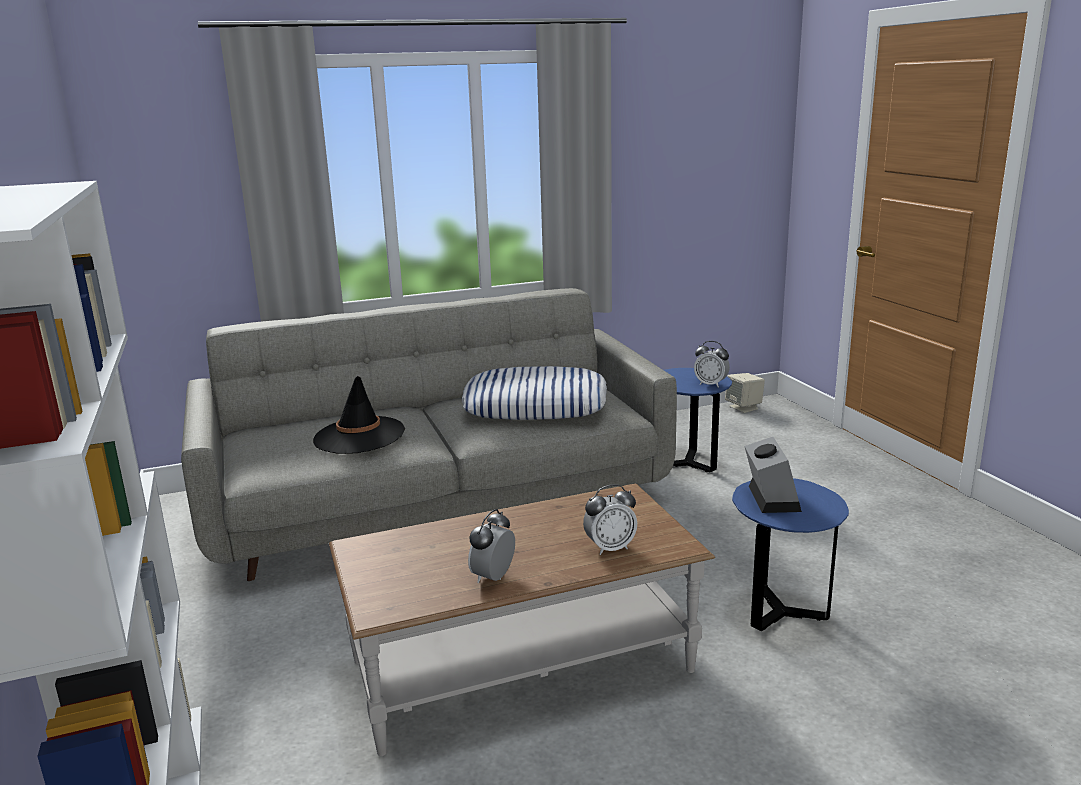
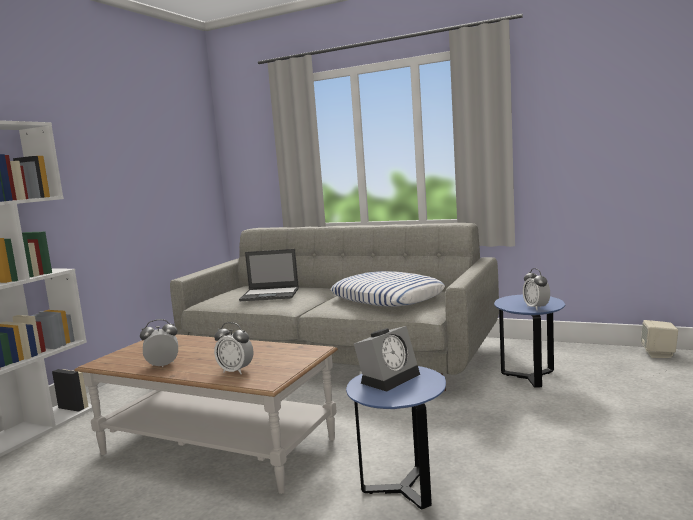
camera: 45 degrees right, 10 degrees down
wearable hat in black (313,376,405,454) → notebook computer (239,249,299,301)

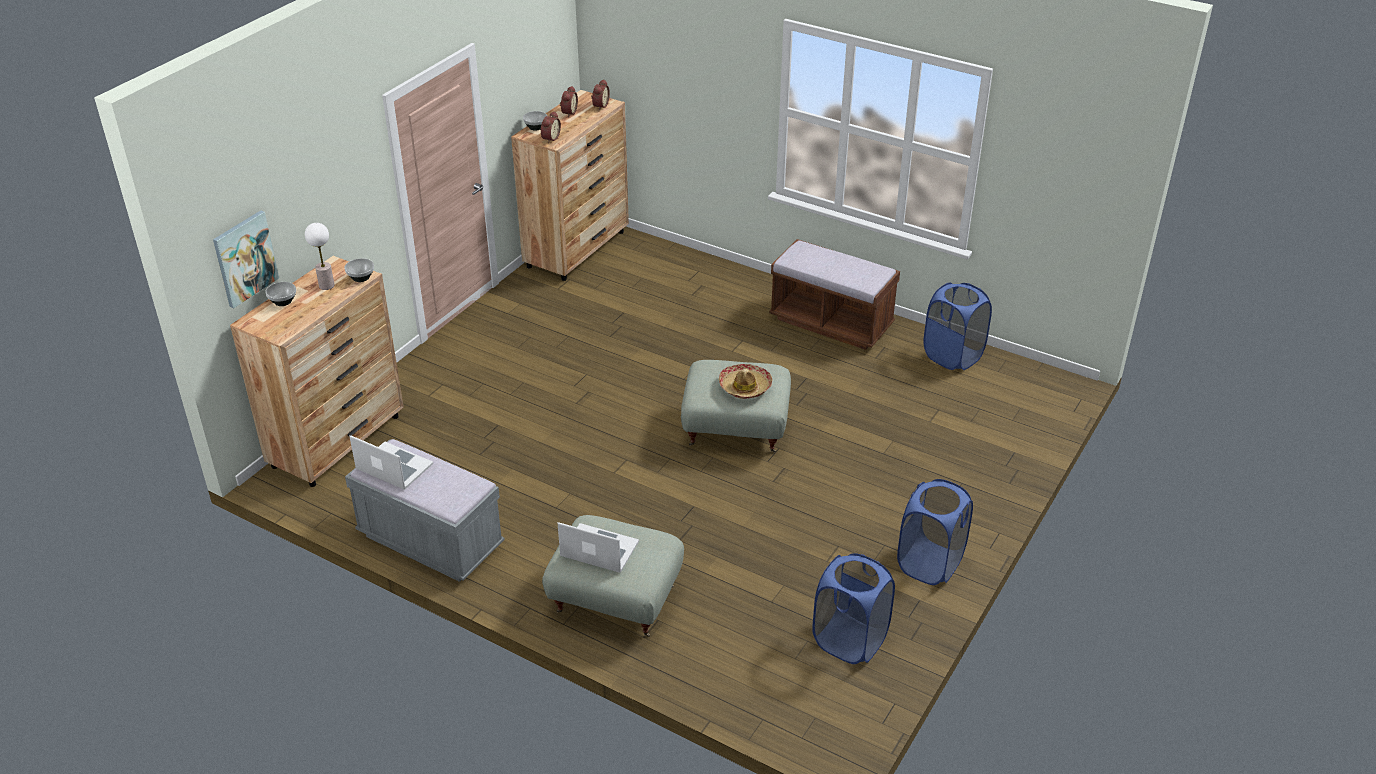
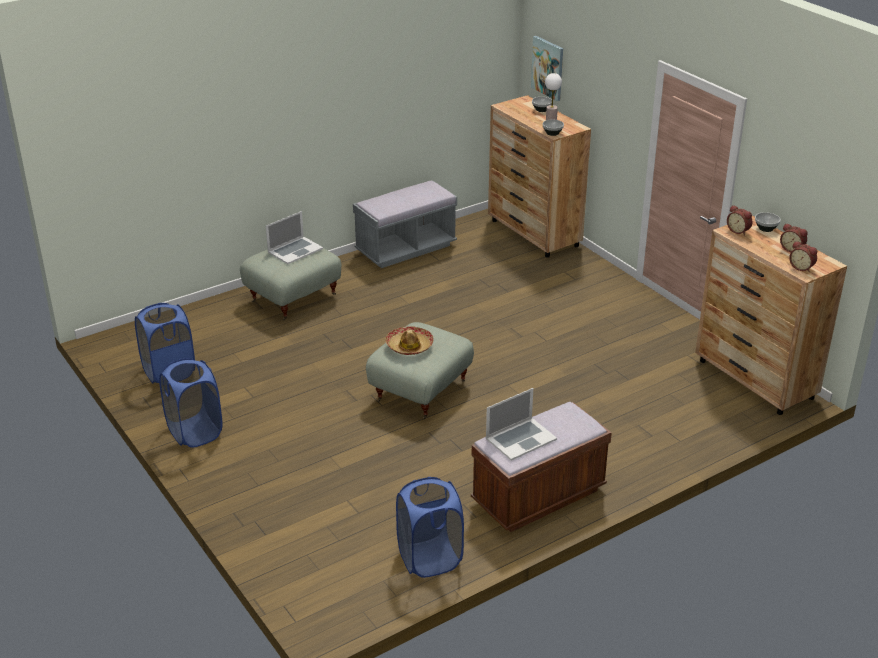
camera: 115 degrees right, 5 degrees down
notebook computer (349,435,433,490) → notebook computer (486,388,557,461), shifted

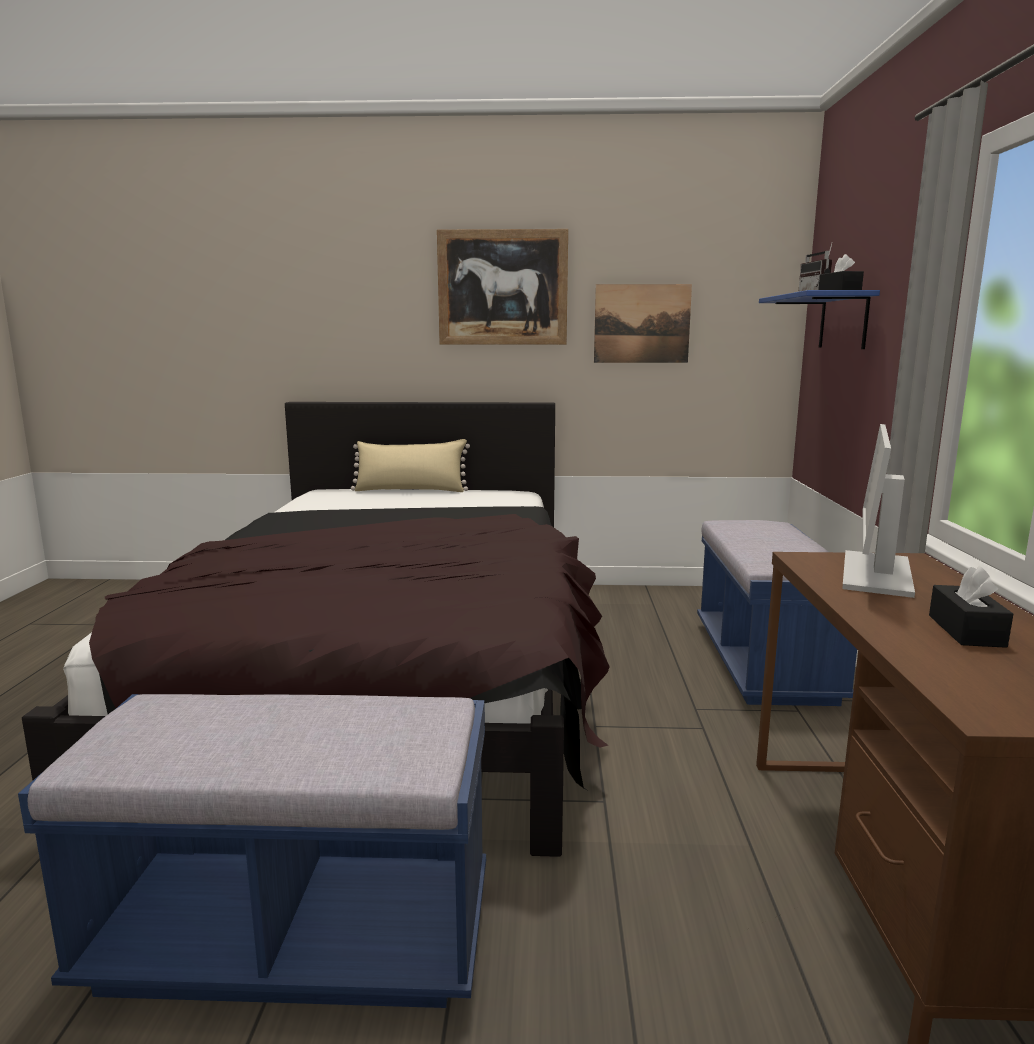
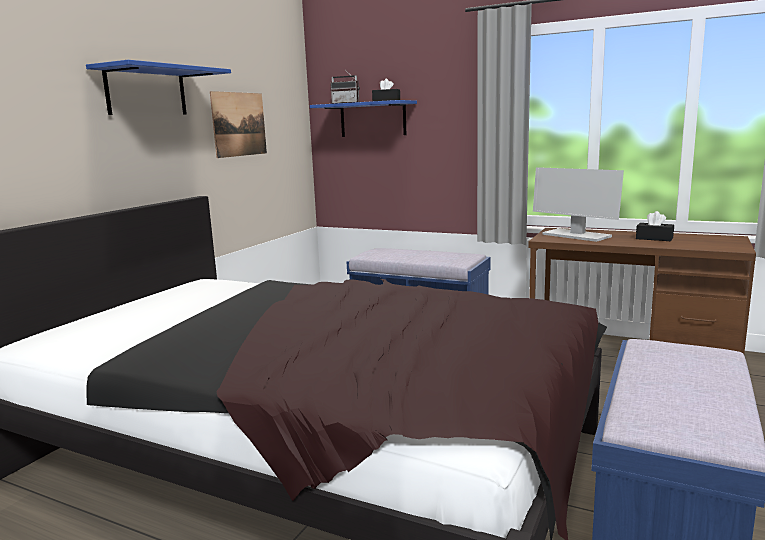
camera: 65 degrees left, 0 degrees up
wall picture (437,229,568,345) → wall shelf in blue (86,60,231,115)
pillow in beige (351,439,470,492) → -

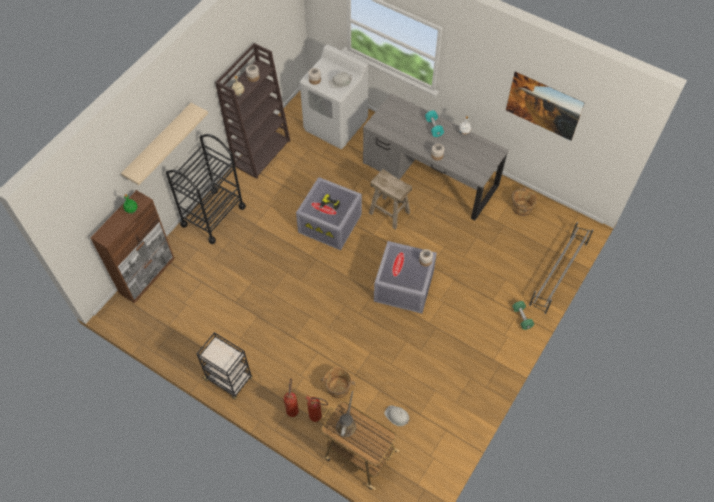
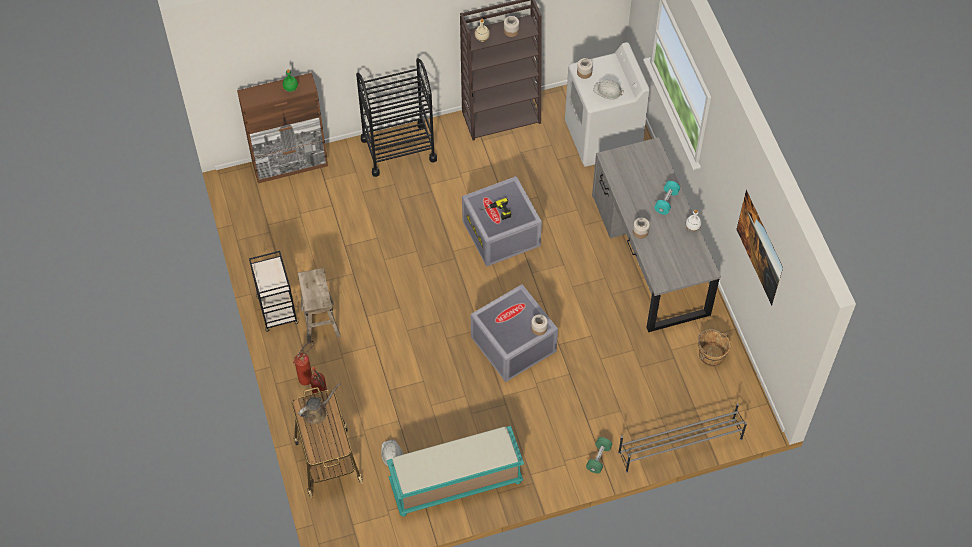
camera: 40 degrees right, 0 degrees up
stool in beige (369,169,412,230) → stool in beige (298,268,341,344), shifted
- → bench in blue-green (387,426,524,517)
wall shelf in beige (121,103,208,185) → -
pail in brown (320,368,356,398) → -

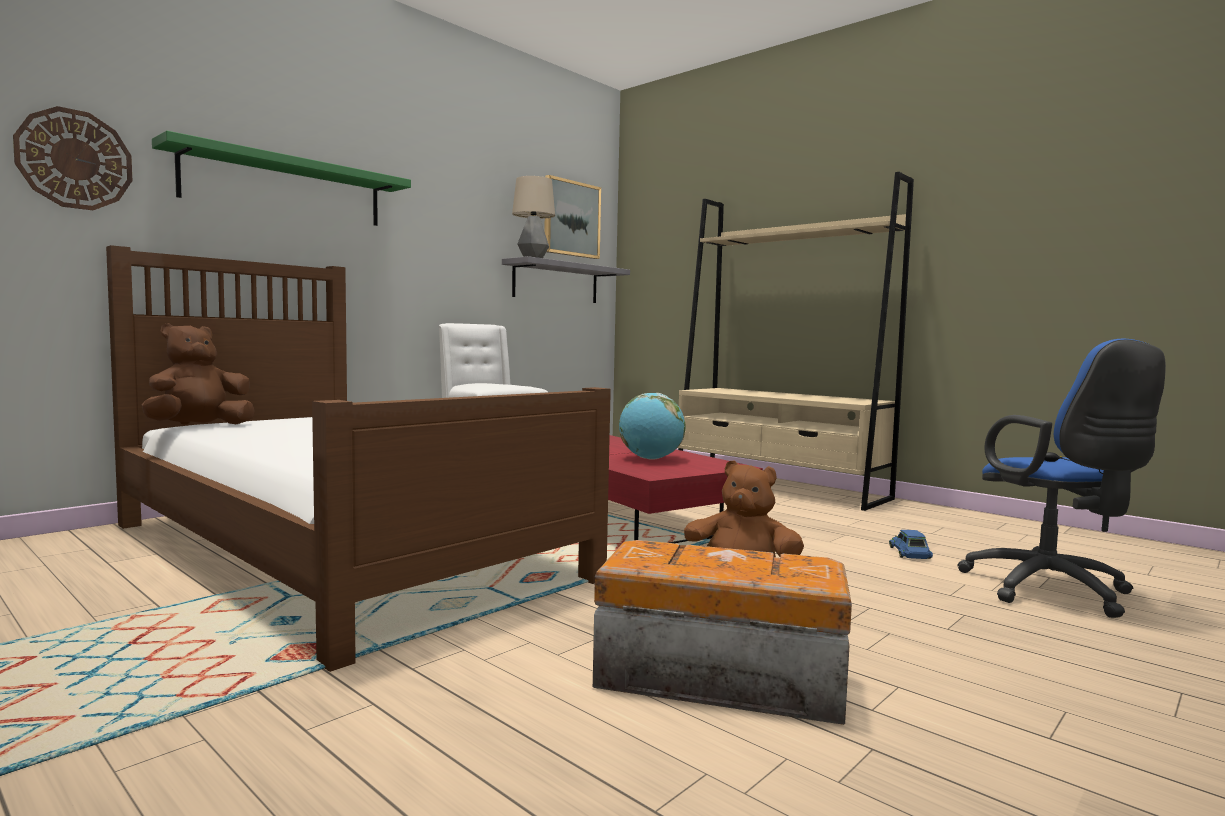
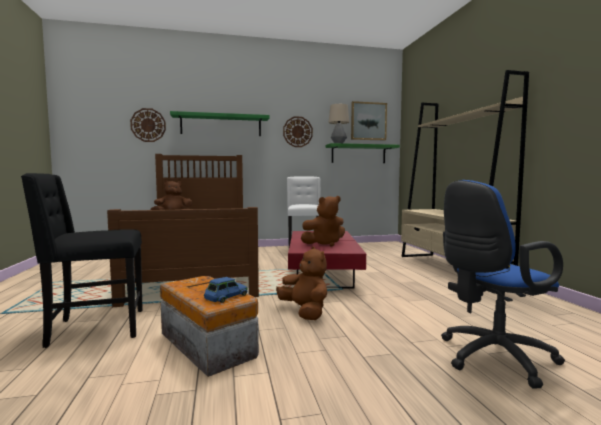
camera: 35 degrees right, 0 degrees up
- → chair in black (21,173,143,348)
model car in blue (889,530,933,559) → model car in blue (204,277,247,303), shifted
- → hanging clock (283,116,313,147)
desk globe (619,393,685,460) → cuddly toy in brown (301,196,345,246)
wall shelf in greyish (502,256,630,303) → wall shelf in green (326,143,400,163)
computer chair in blue (957,339,1166,618) → computer chair in blue (441,180,565,389), 45 degrees clockwise

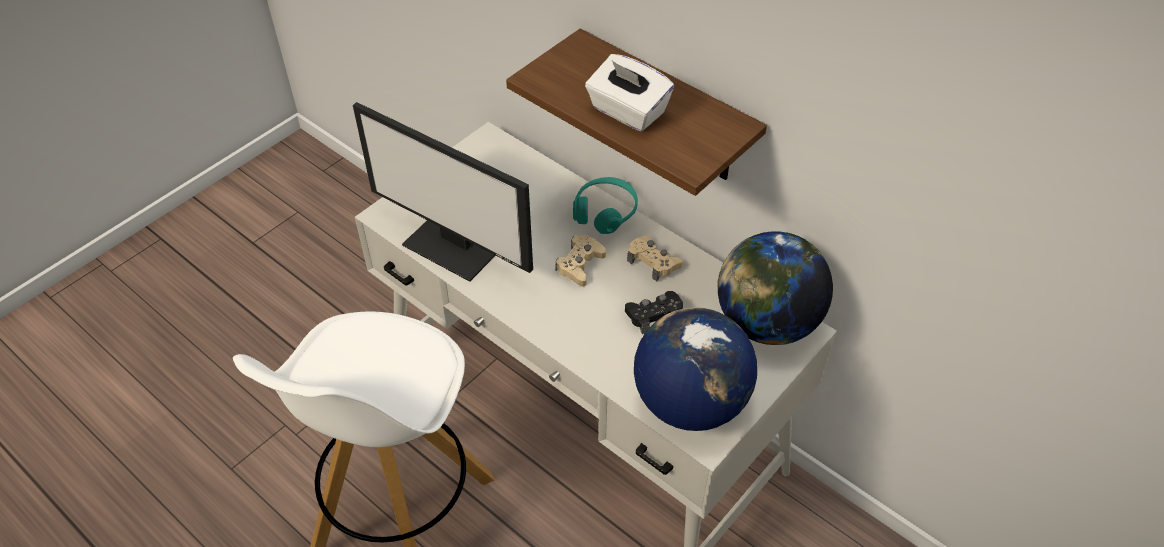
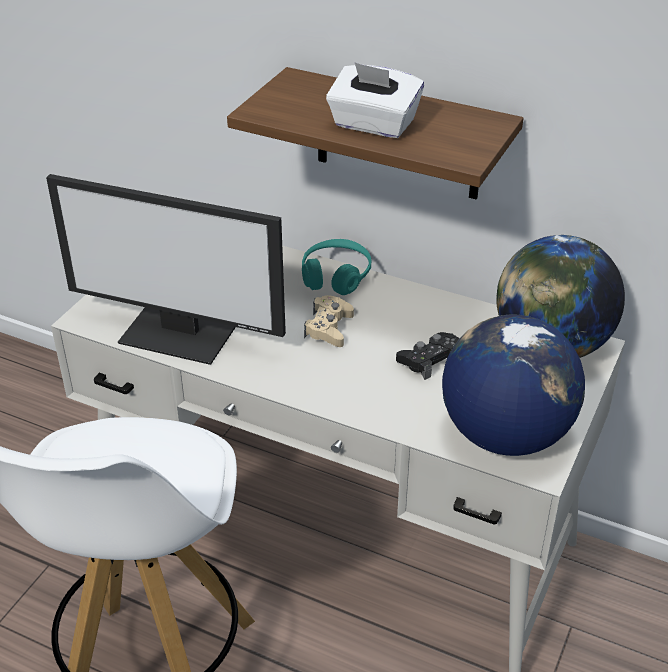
camera: 15 degrees left, 10 degrees down
gamepad in beige (627,236,683,281) → -

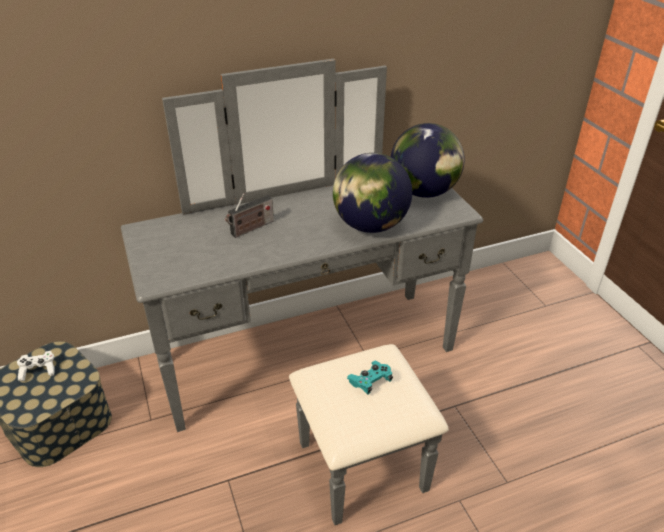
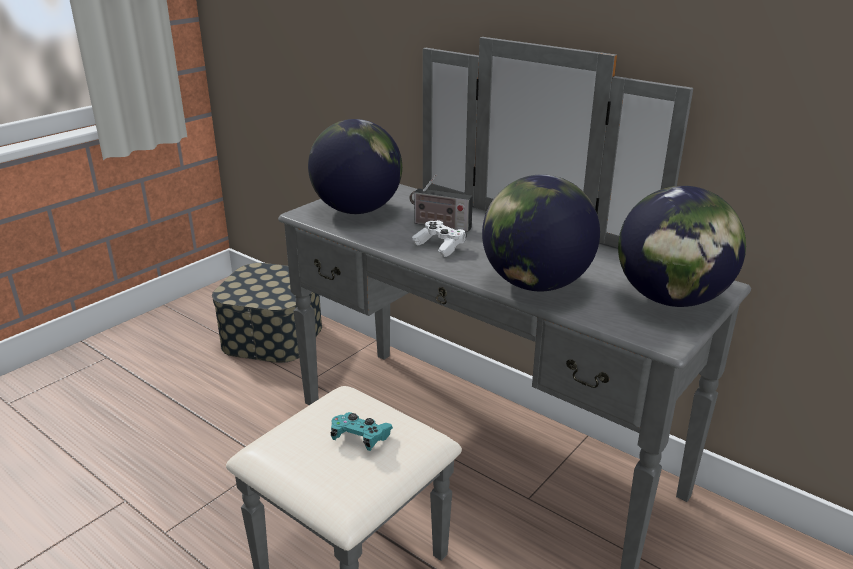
camera: 60 degrees right, 10 degrees down
- → desk globe (308,119,402,214)
gamepad in whitish (17,351,55,381) → gamepad in whitish (412,220,466,257), shifted

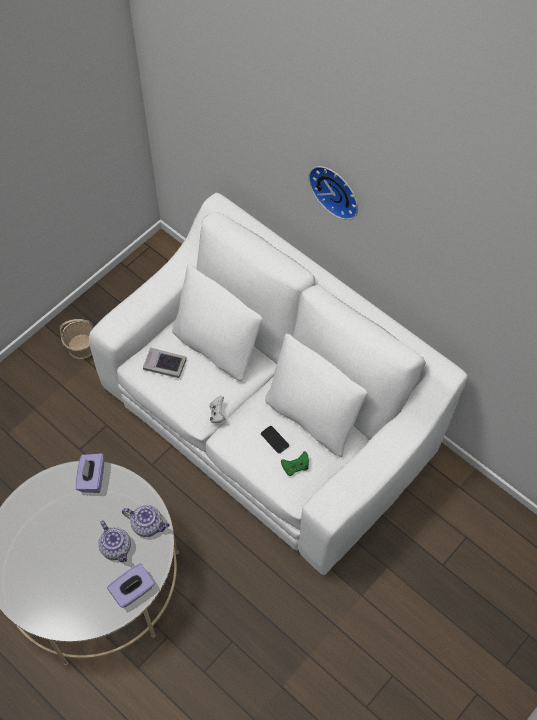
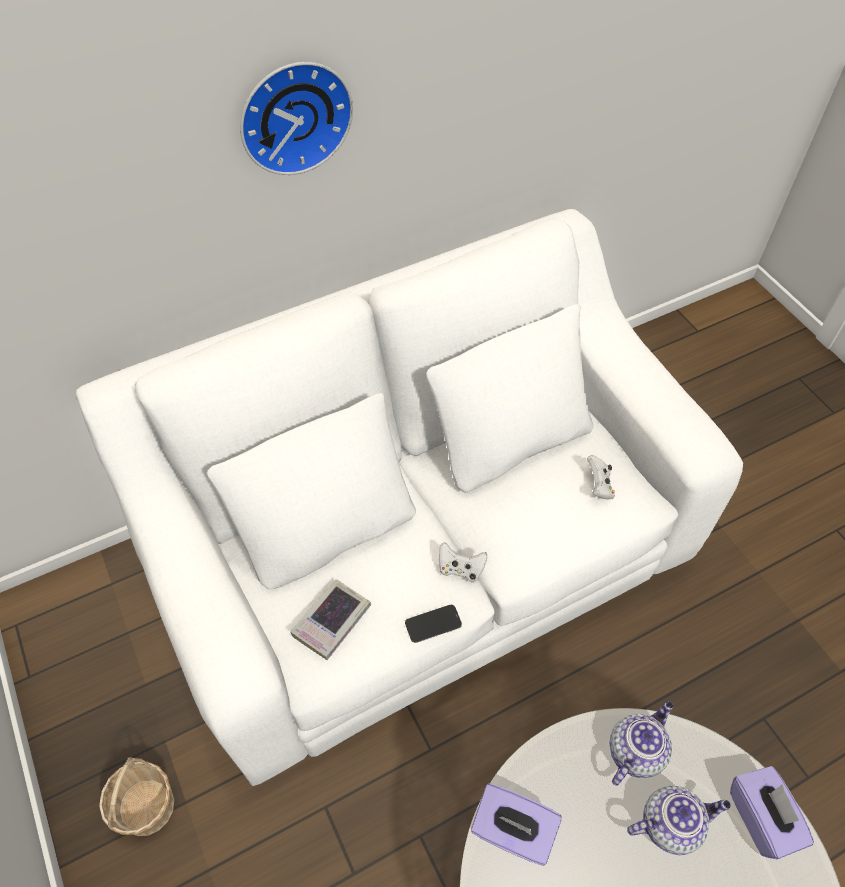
camera: 70 degrees left, 5 degrees down
phone (261,426,289,454) → phone (405,605,462,643), shifted
gamepad in green (281,451,309,476) → gamepad in whitish (587,455,615,500)

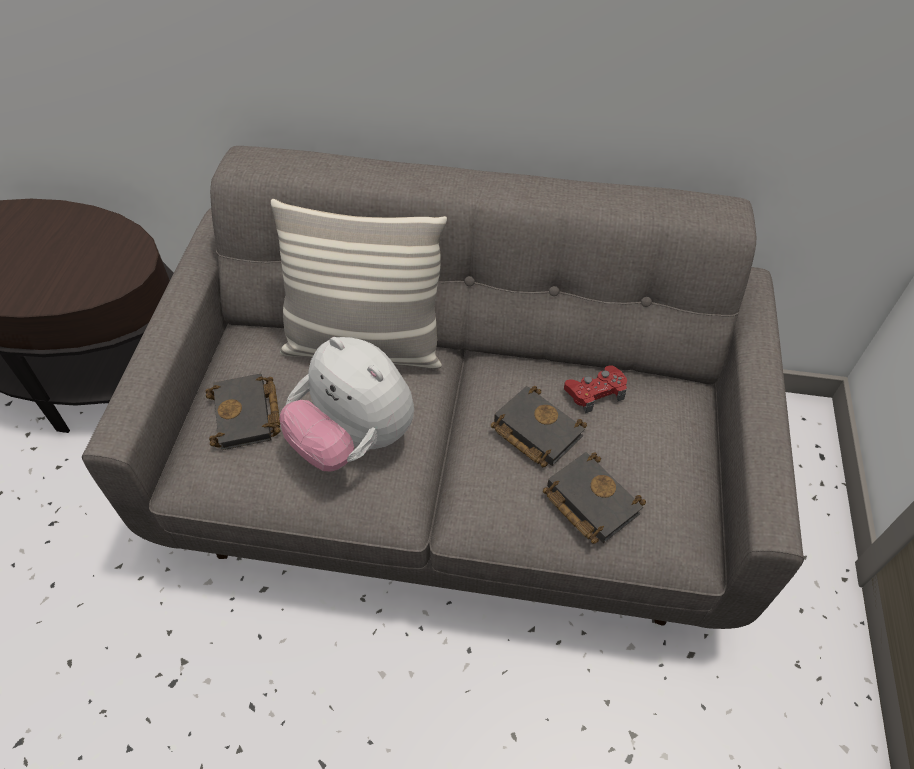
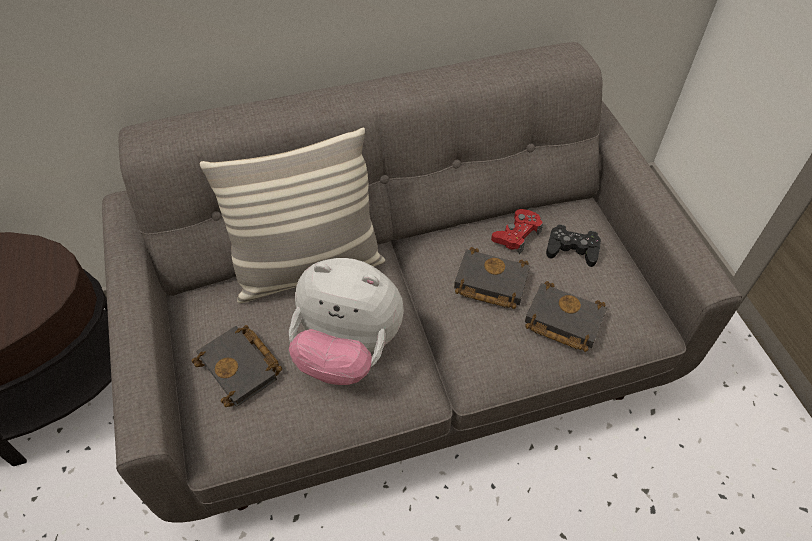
camera: 25 degrees left, 0 degrees up
- → gamepad in black (546,224,601,267)

